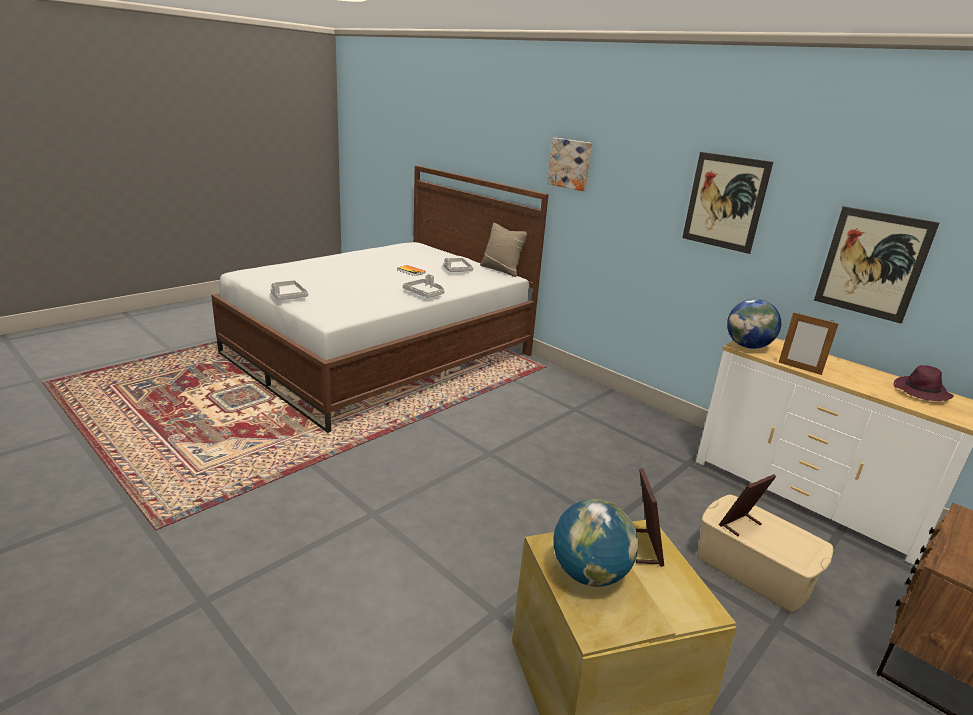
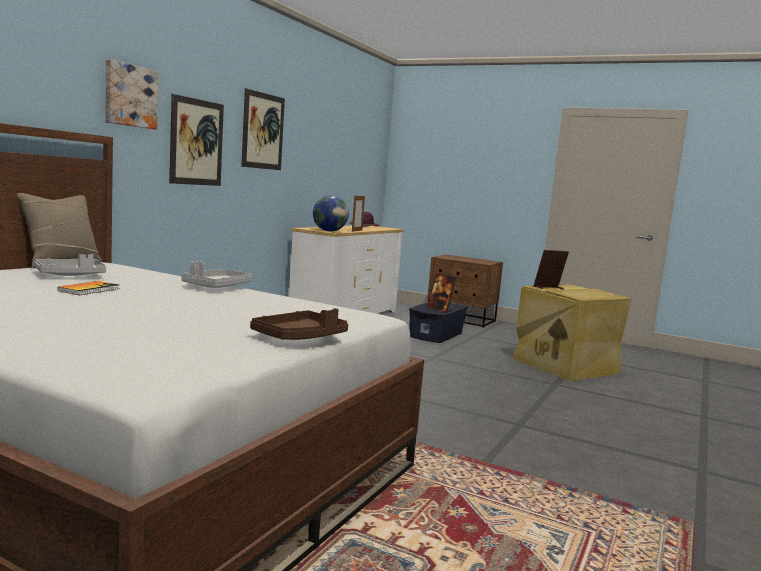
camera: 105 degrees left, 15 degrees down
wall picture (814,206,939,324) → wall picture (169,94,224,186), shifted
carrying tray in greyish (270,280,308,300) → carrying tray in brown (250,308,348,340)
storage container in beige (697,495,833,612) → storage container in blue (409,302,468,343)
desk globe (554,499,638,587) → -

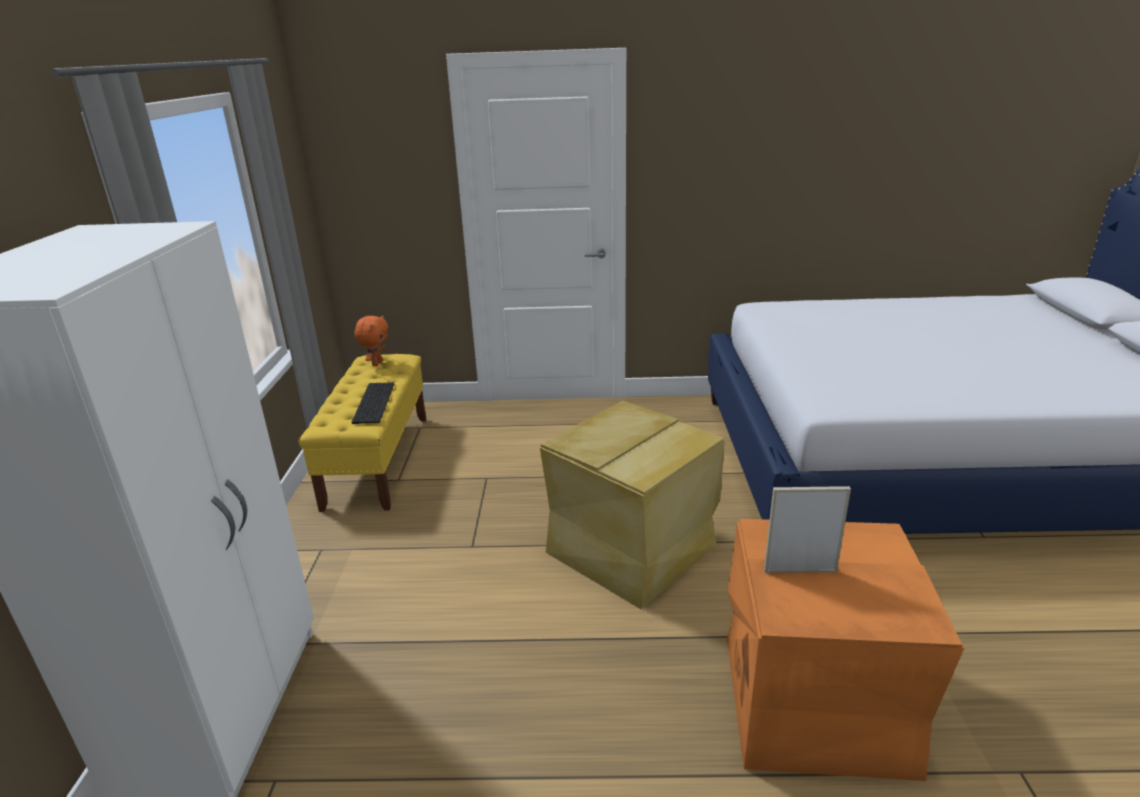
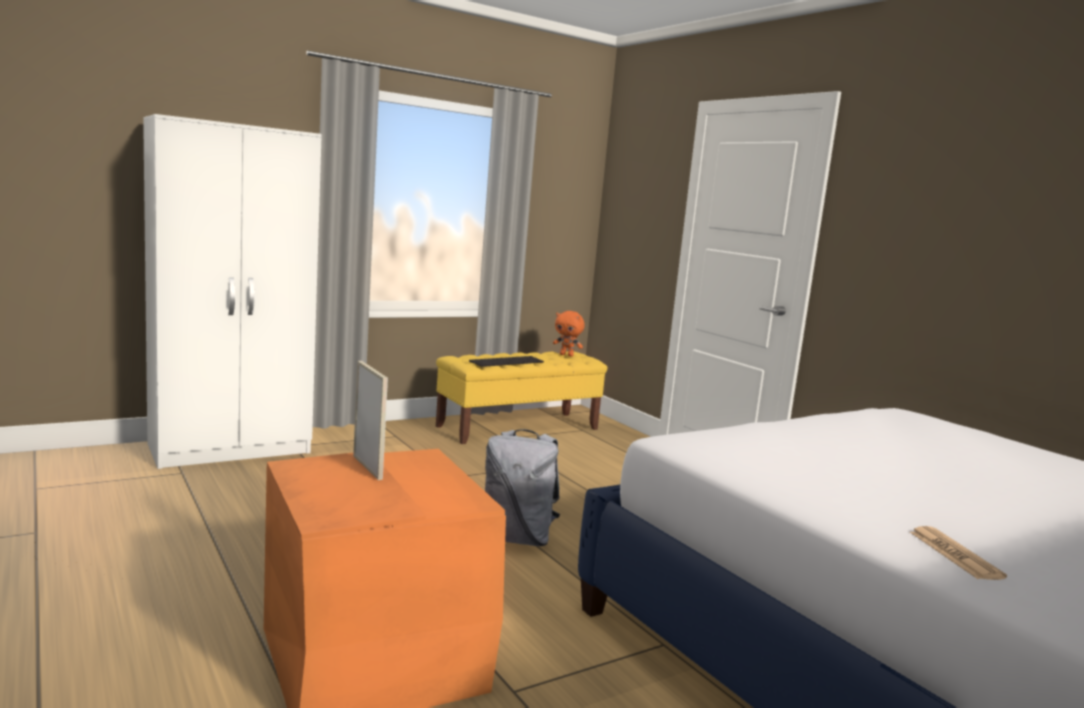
camera: 55 degrees right, 15 degrees down
storage container in beige (540,401,725,609) → rucksack in greyish (485,429,560,546)
cuddly toy in orangey (354,315,388,367) → cuddly toy in orangey (553,311,585,357), 45 degrees clockwise
- → printed paper (910,526,1007,580)

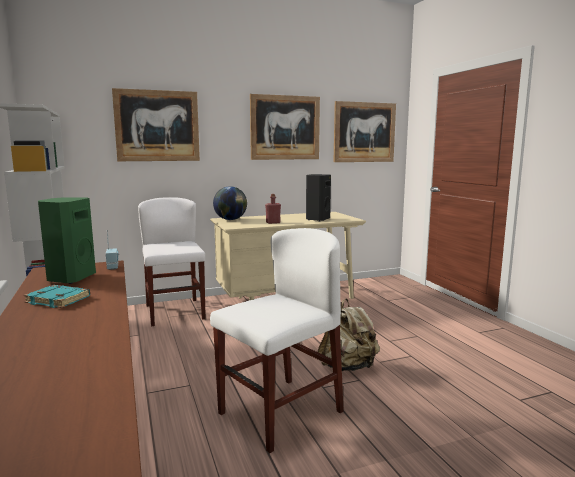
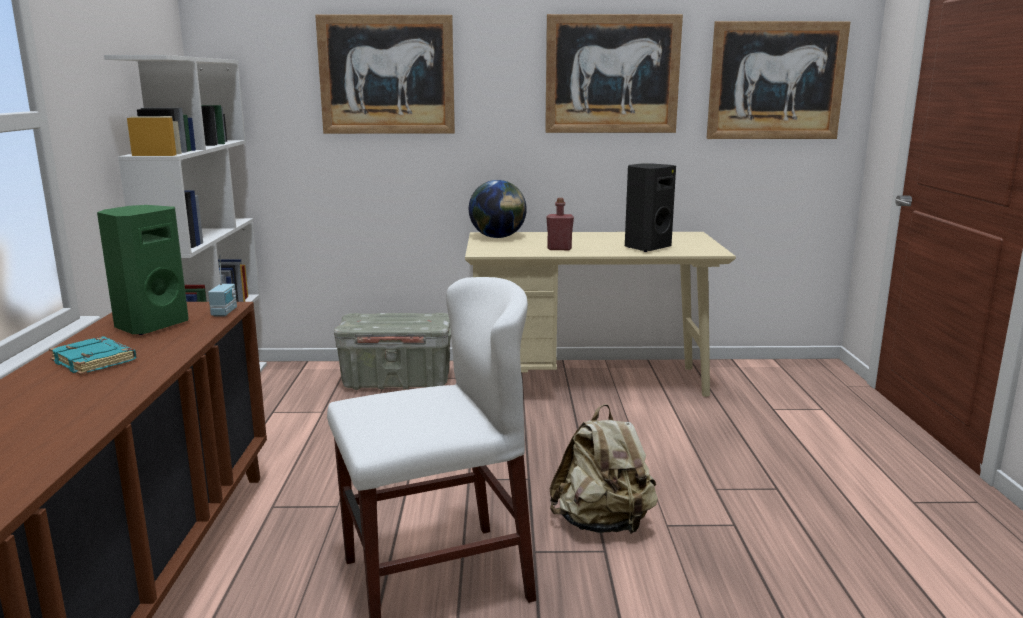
camera: 20 degrees right, 5 degrees up
chair in whitish (138,197,206,327) → storage container in greyish (334,313,451,390)

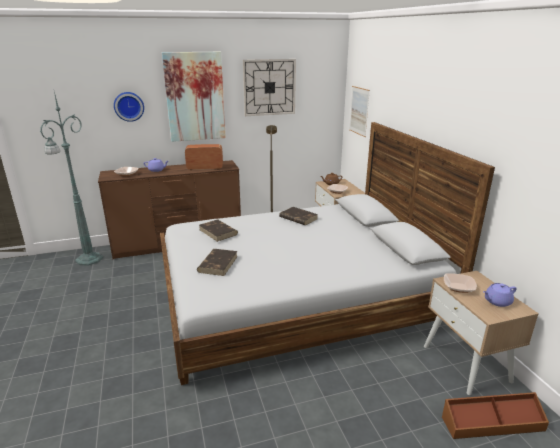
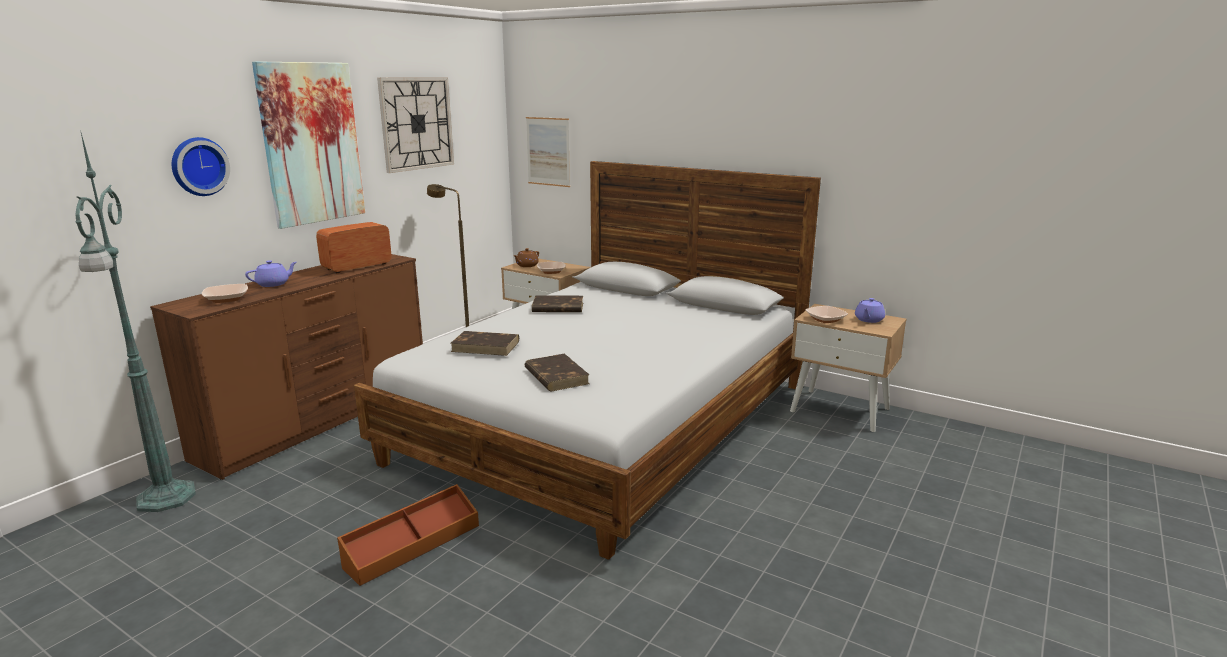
camera: 40 degrees left, 5 degrees down
storage container in brown (442,392,549,439) → storage container in brown (337,484,479,586), shifted

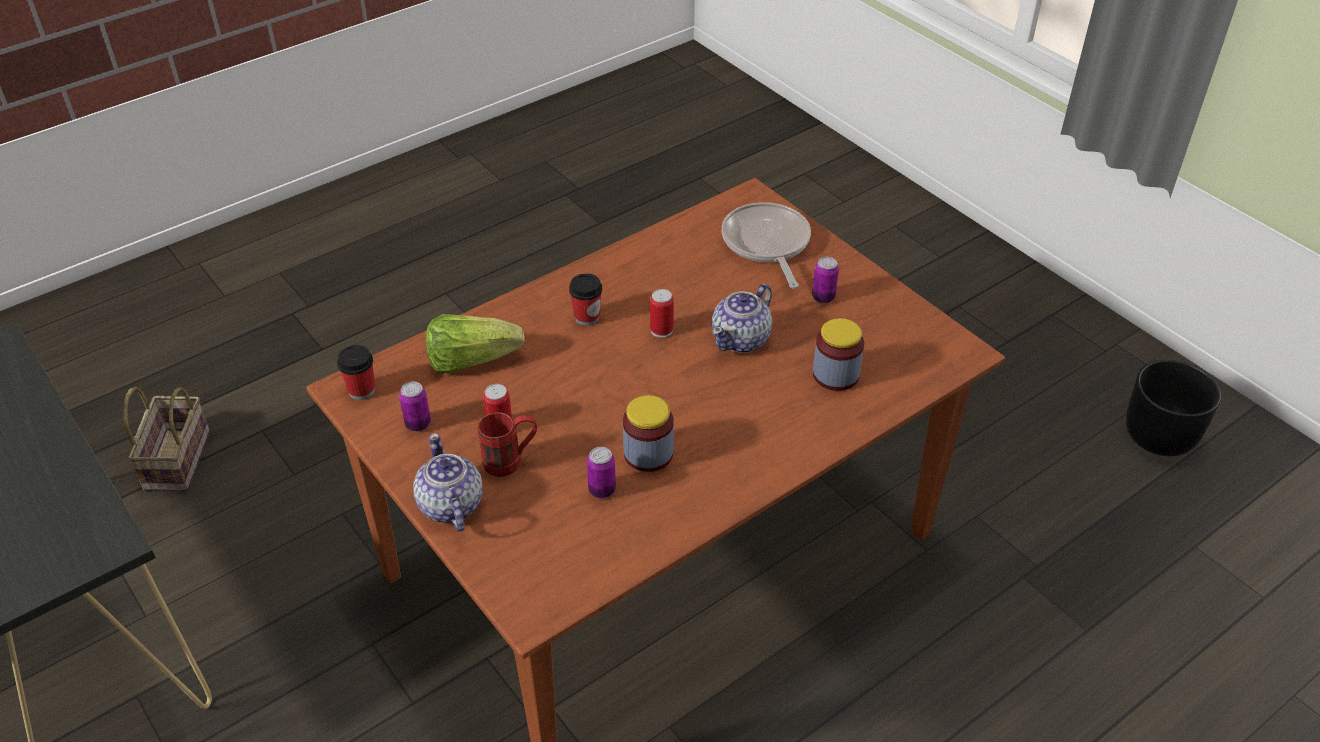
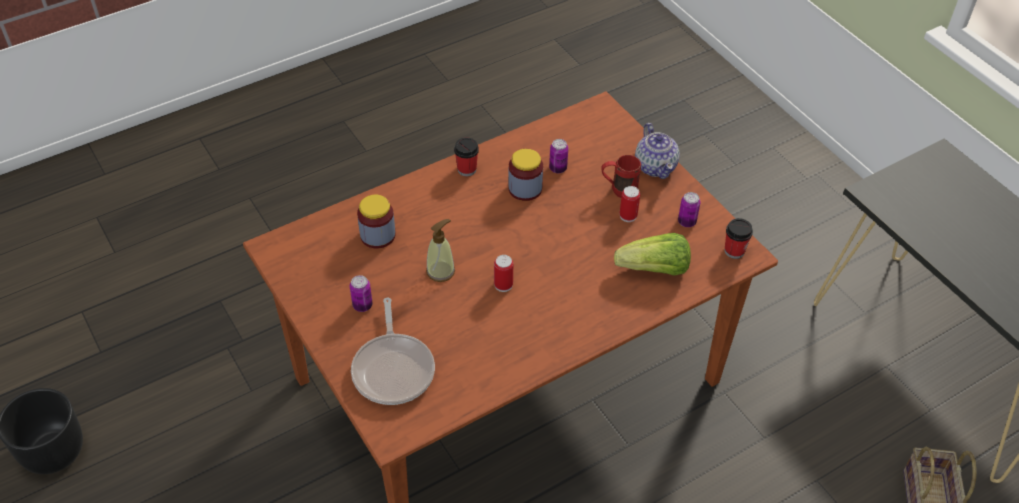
camera: 175 degrees left, 5 degrees up
teapot (712,284,772,353) → liquid soap bottle (426,219,455,282)
cup (569,273,602,326) → cup (454,137,479,176), shifted

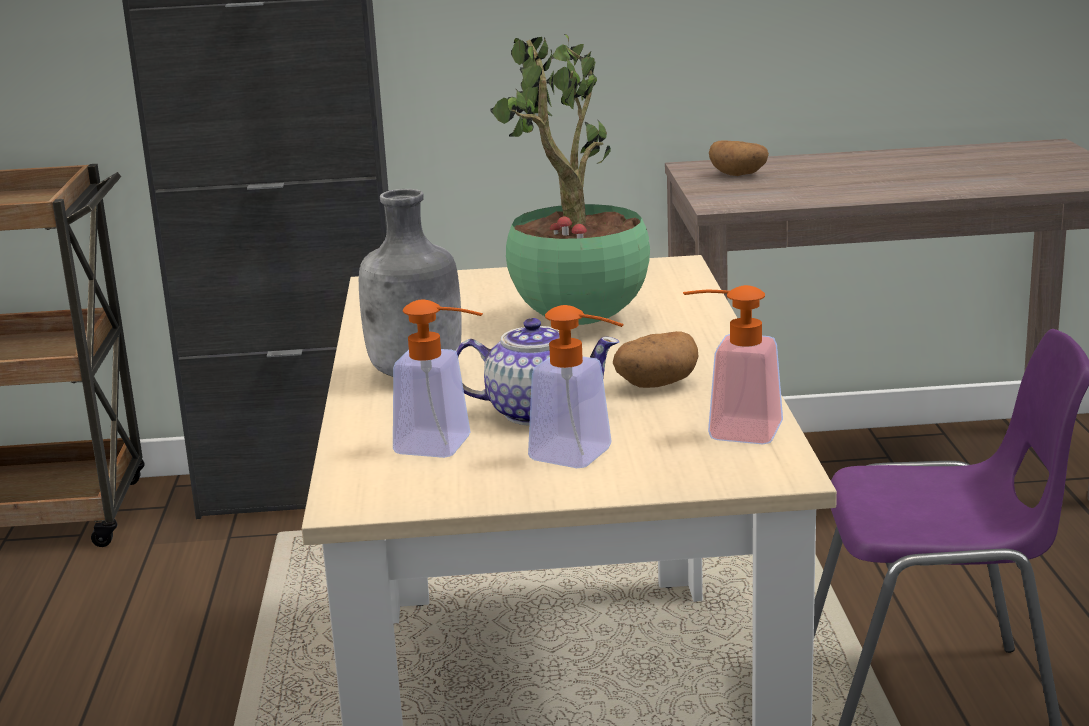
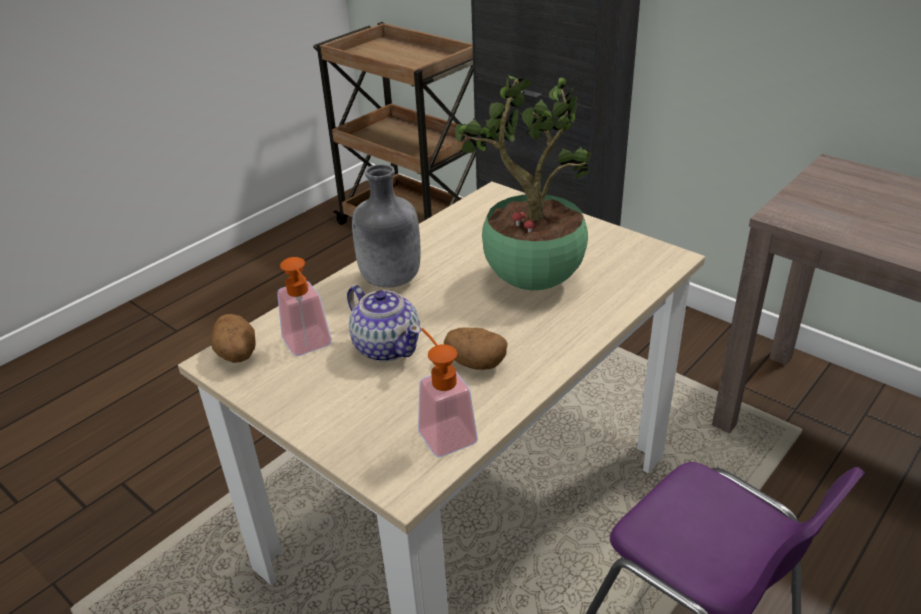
camera: 45 degrees right, 15 degrees up
whole potato (709,140,769,176) → whole potato (211,314,255,363), shifted
liquid soap bottle (528,305,624,468) → -

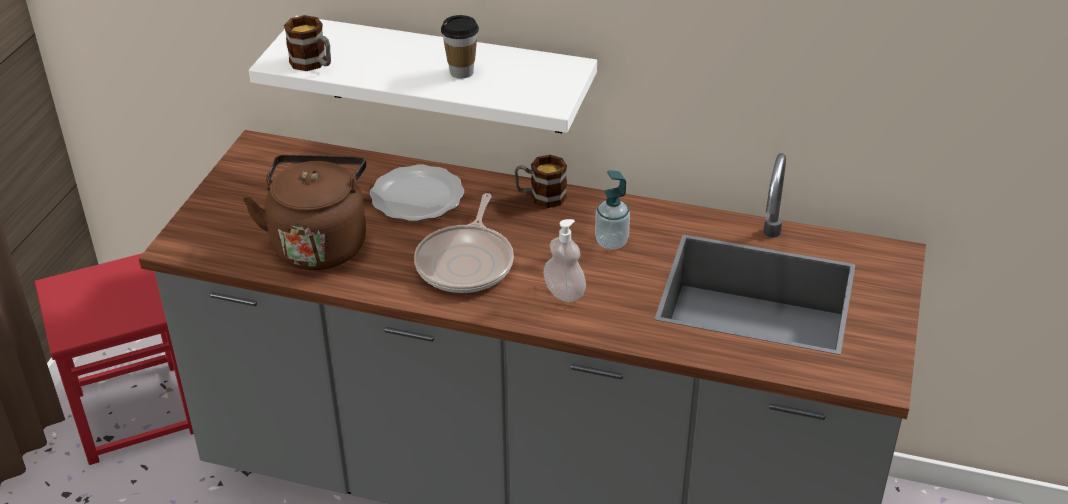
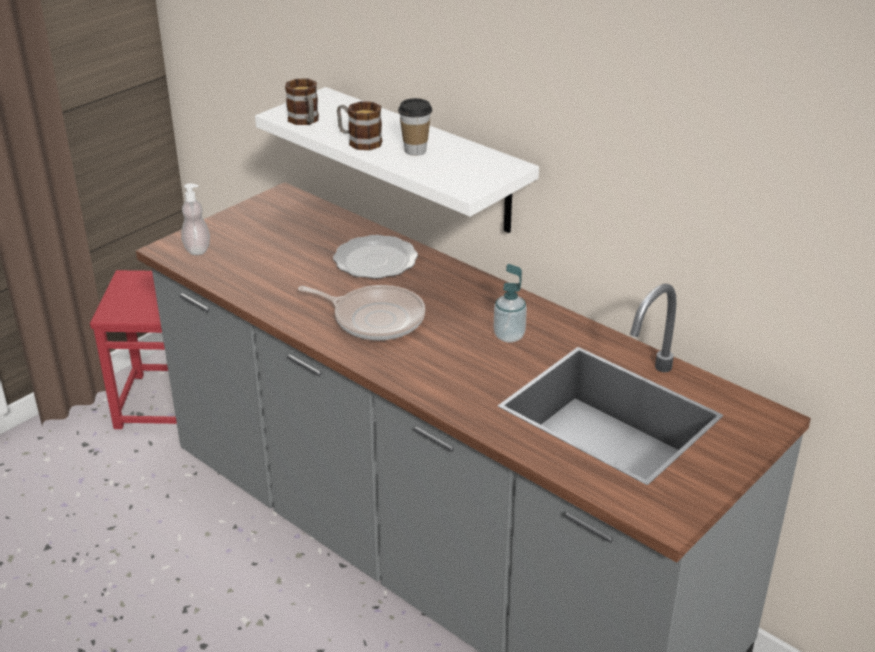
camera: 25 degrees right, 5 degrees down
liquid soap bottle (543,219,586,302) → liquid soap bottle (181,183,210,255), shifted
skillet (414,193,514,293) → skillet (298,285,425,340), 105 degrees counterclockwise
tea mug (515,155,567,208) → tea mug (337,101,382,150), shifted
kettle in brown (243,155,366,270) → -

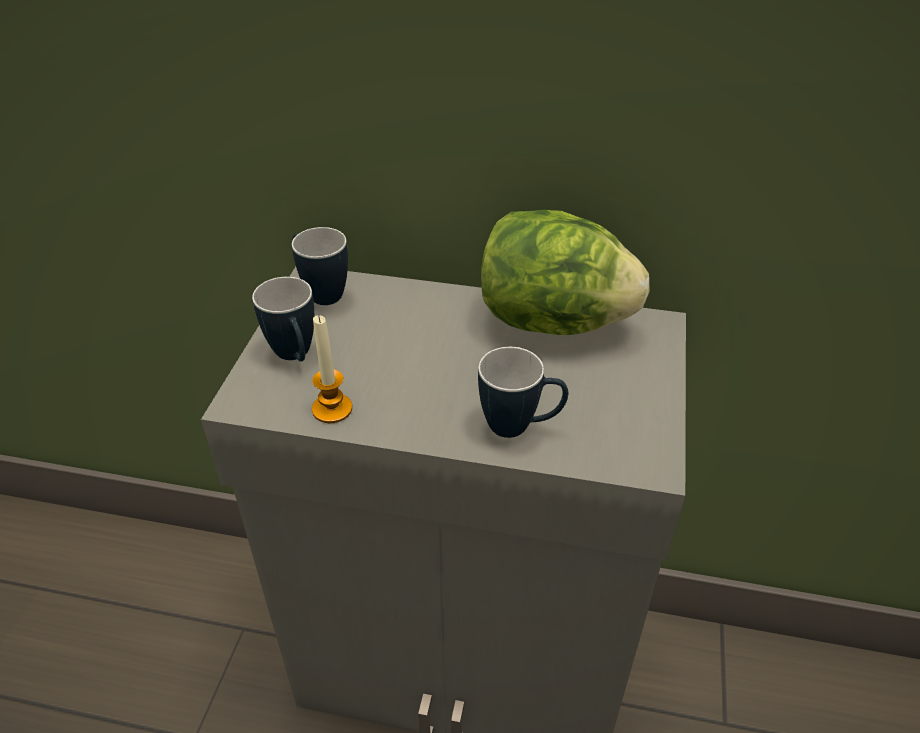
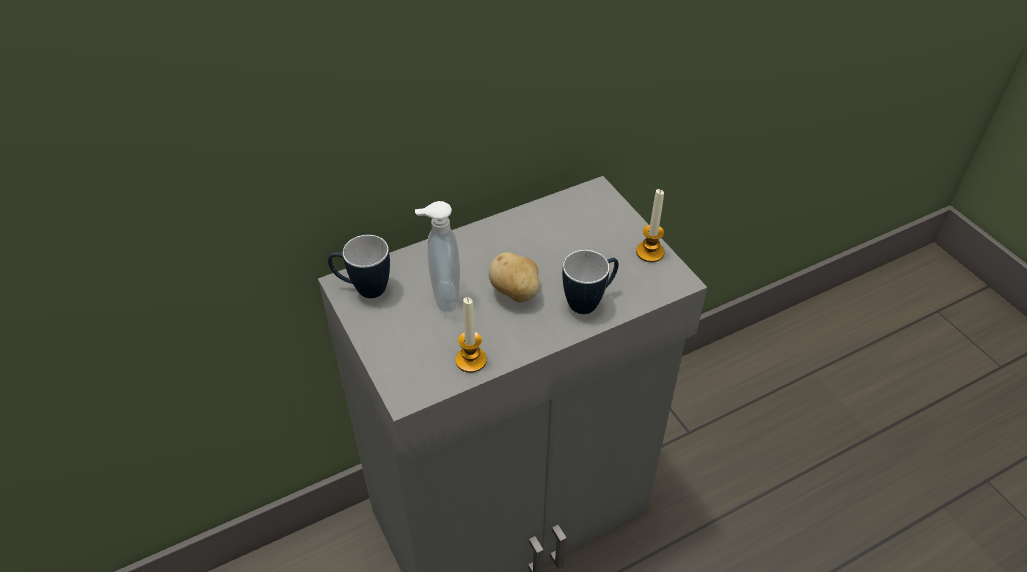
camera: 40 degrees left, 5 degrees up
- → liquid soap bottle (415,201,460,313)
- → whole potato (489,252,540,302)
- → wax light (636,189,665,262)
tea mug (252,277,314,361) → -
head of lettuce (481,210,650,335) → -

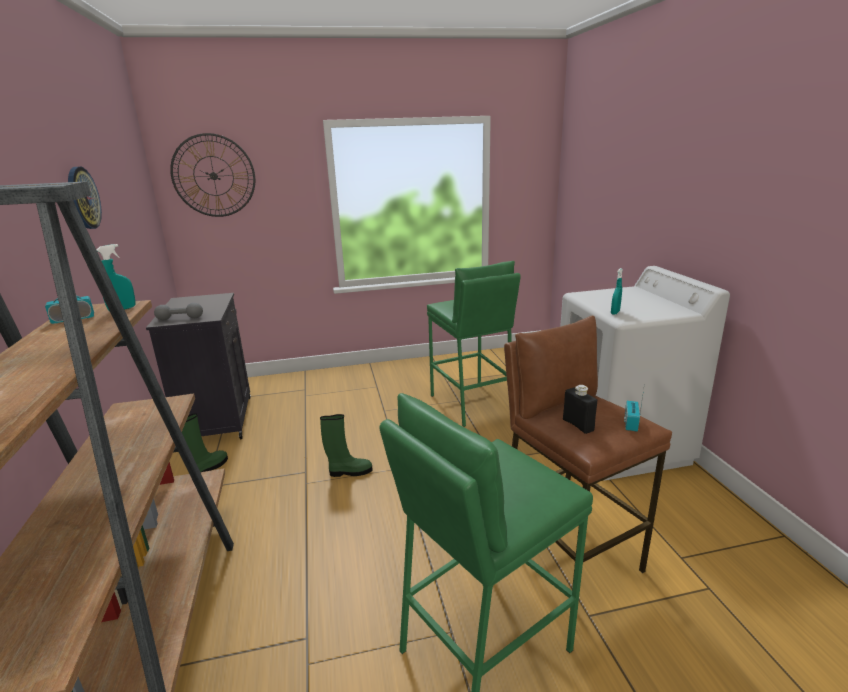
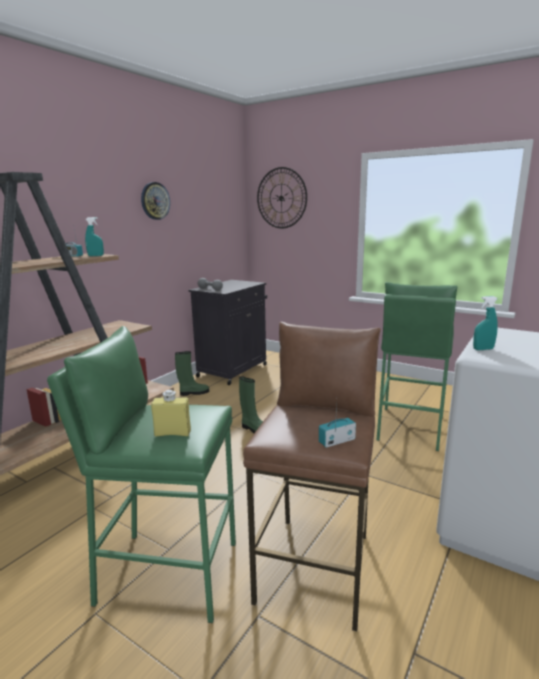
camera: 45 degrees right, 5 degrees down
- → bottle in yellowish (151,390,191,437)
bottle in black (563,385,597,434) → -

